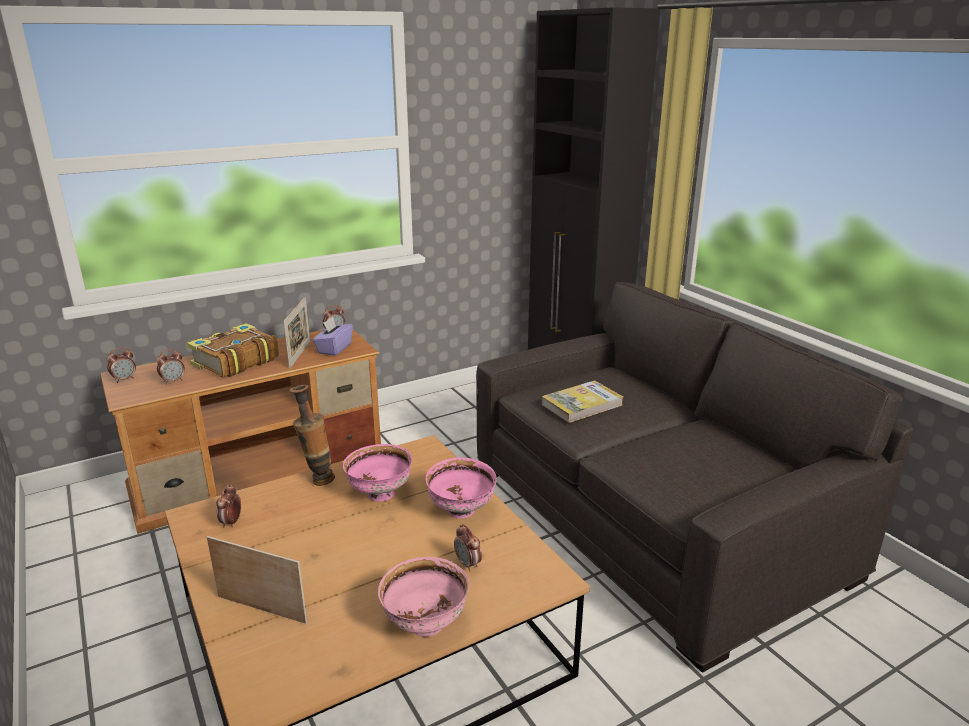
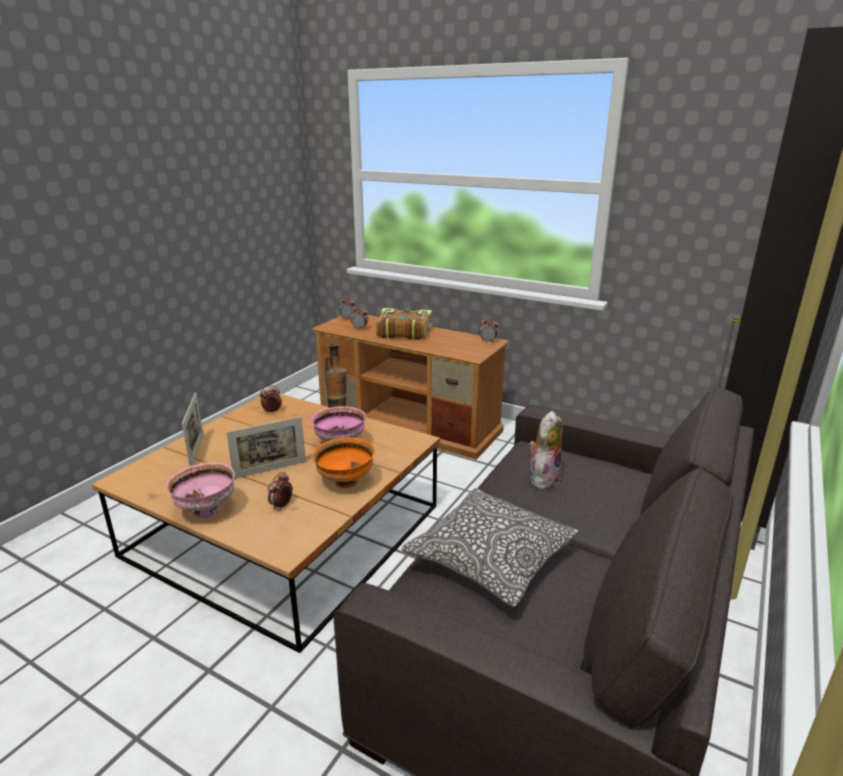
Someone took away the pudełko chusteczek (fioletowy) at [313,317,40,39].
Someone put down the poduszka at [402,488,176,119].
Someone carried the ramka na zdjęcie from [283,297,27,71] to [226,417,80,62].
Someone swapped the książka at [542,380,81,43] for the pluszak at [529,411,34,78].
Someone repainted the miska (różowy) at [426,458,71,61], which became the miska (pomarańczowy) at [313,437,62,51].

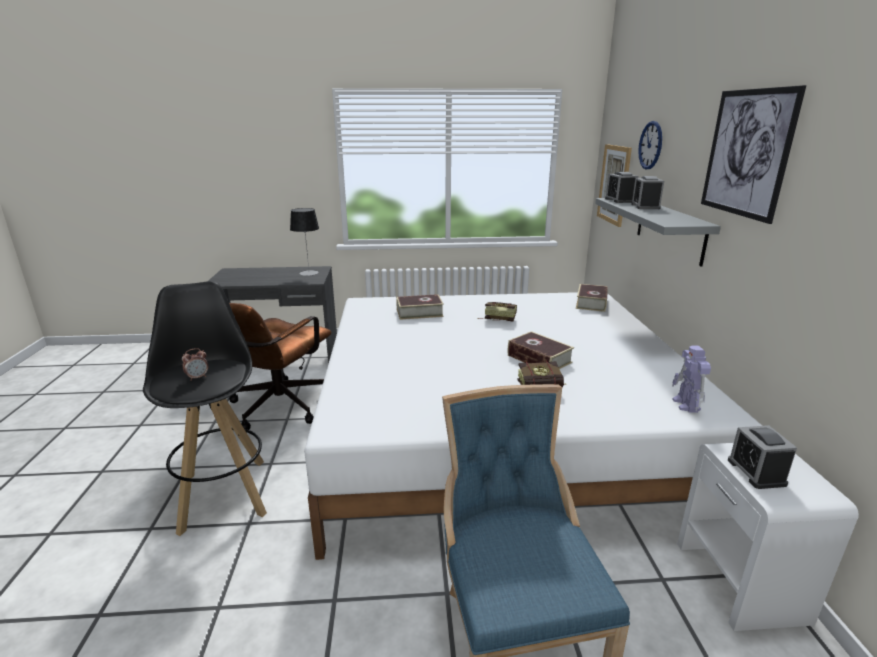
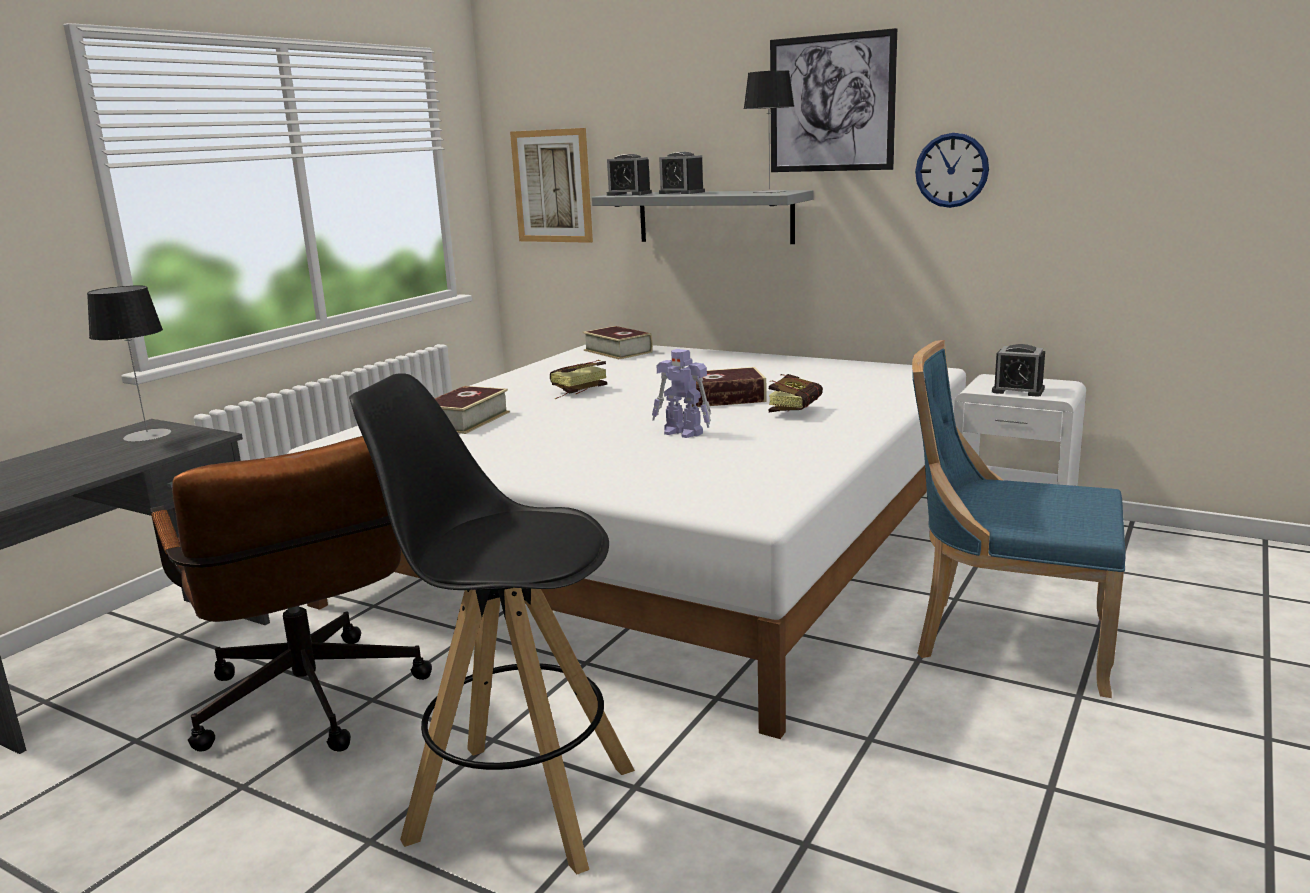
Someone took away the budzik at [182,348,26,33].
Someone put down the lampa stołowa at [744,70,51,123].
Someone carried the zegar ścienny from [638,121,24,48] to [915,133,74,75].
Someone carried the robot zabawkowy from [672,346,39,67] to [652,349,59,89].

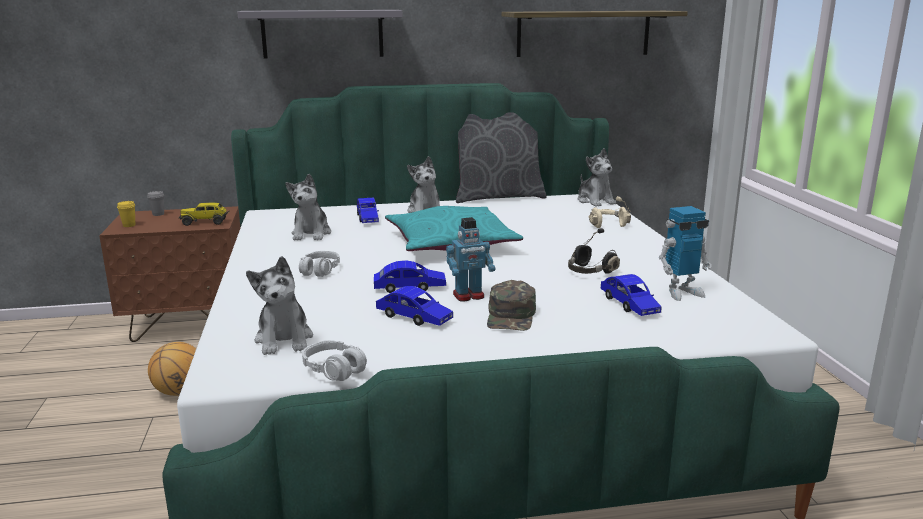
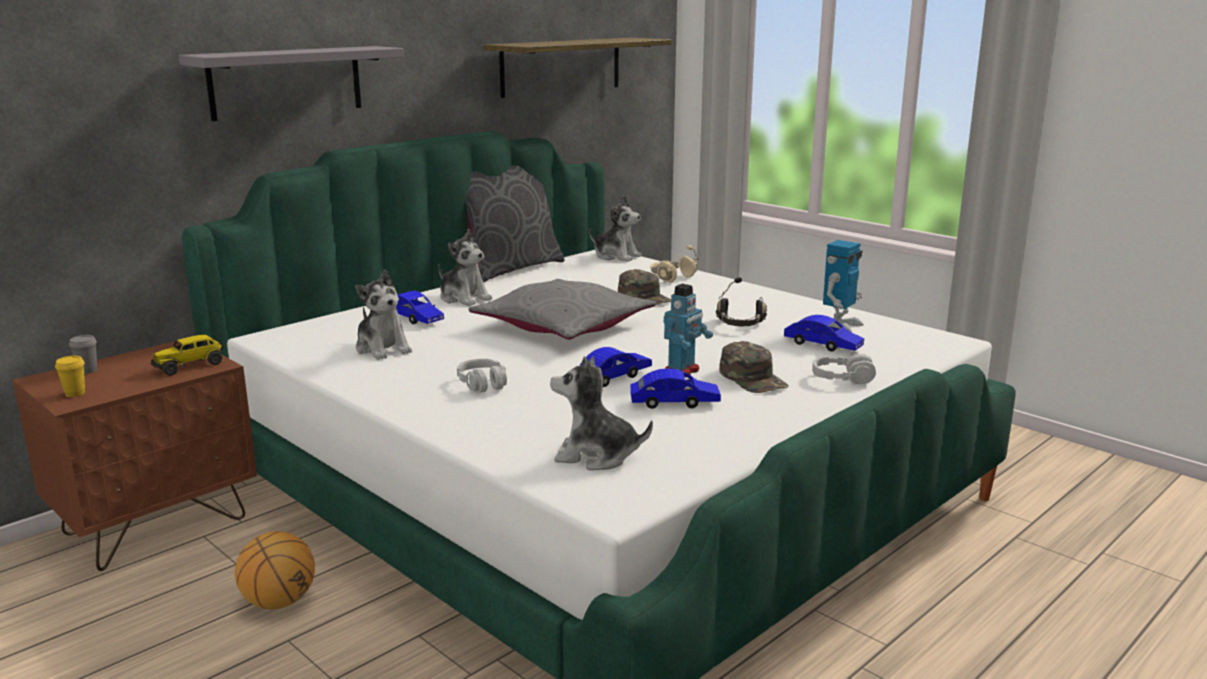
Someone put down the czapka z daszkiem (zielony) at [618,269,53,36].
Someone carried the słuchawki (szary) from [302,340,65,41] to [812,354,64,30].
Someone repainted the poduszka (turkusowy) at [385,206,138,45], which became the poduszka (szary) at [469,279,187,61].
Someone rotated the pluszak at [246,256,67,99] by 150 degrees clockwise.

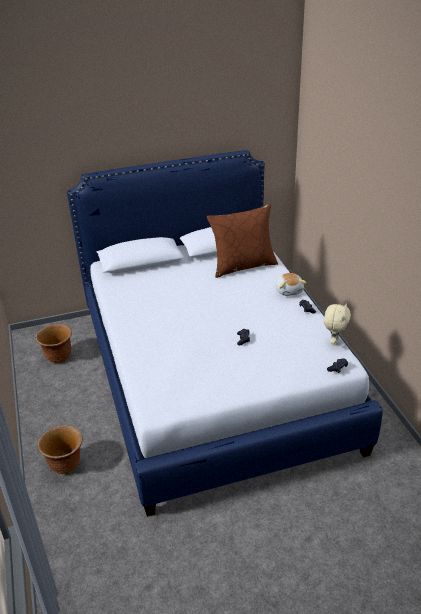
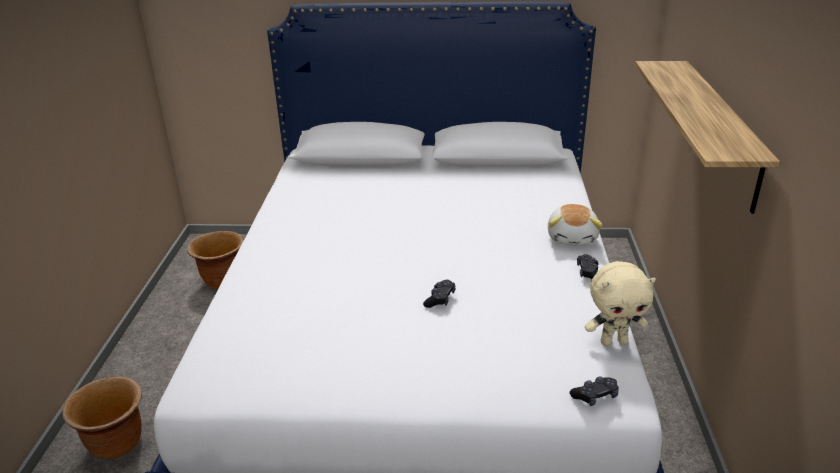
Someone took away the poduszka (brązowy) at [207,204,71,74].
Someone put up the półka at [635,61,145,153].
Someone rotated the pluszak (beżowy) at [324,303,27,42] by 45 degrees clockwise.

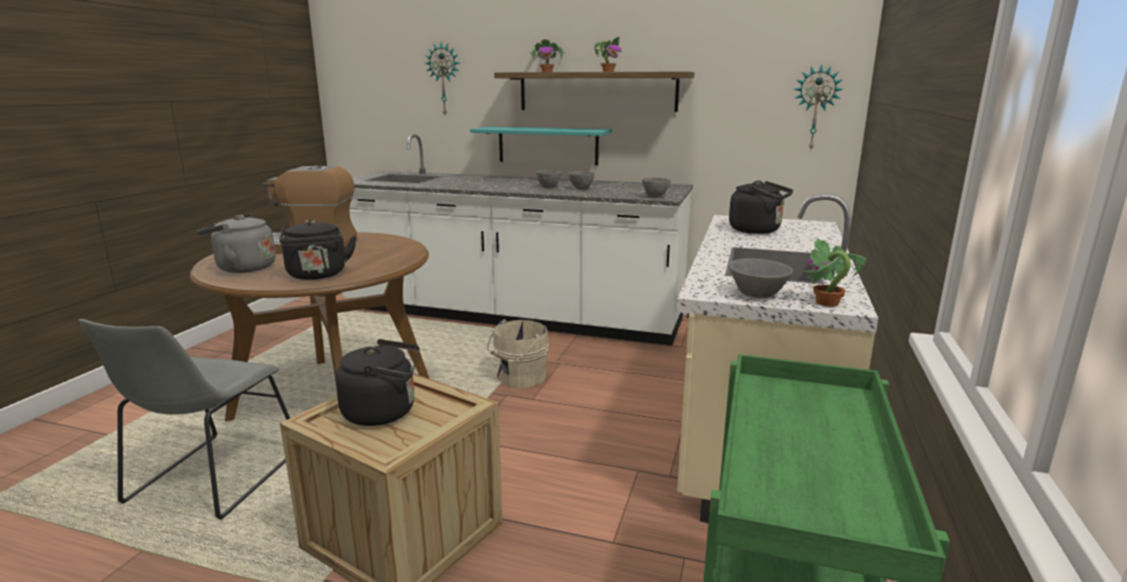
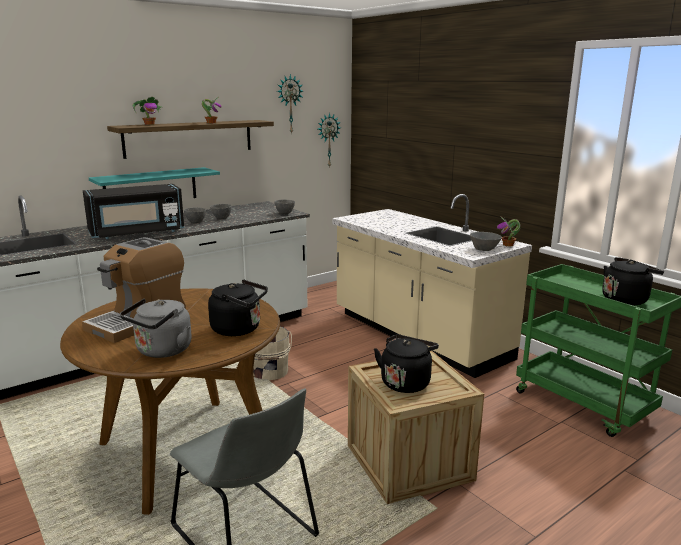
Someone put down the mikrofalówka (czarny) at [83,184,101,55].
Someone carried the zegar ścienny from [425,43,34,72] to [277,74,26,60].
Someone carried the czajnik (czarny) from [729,181,64,53] to [602,257,62,48].

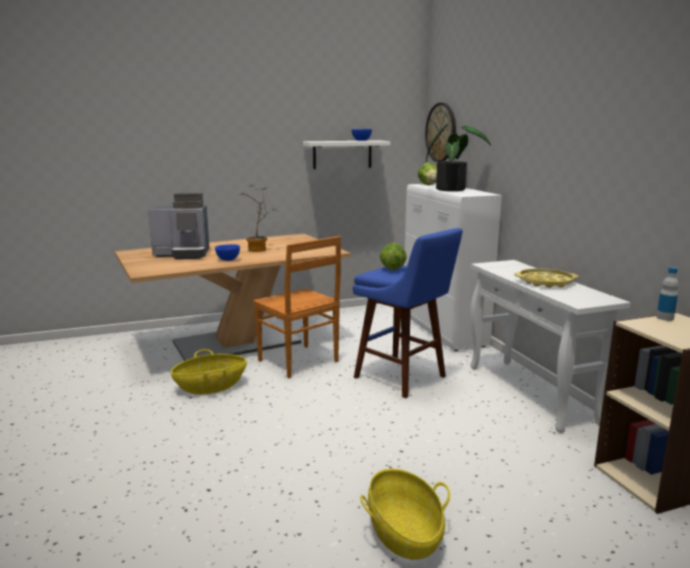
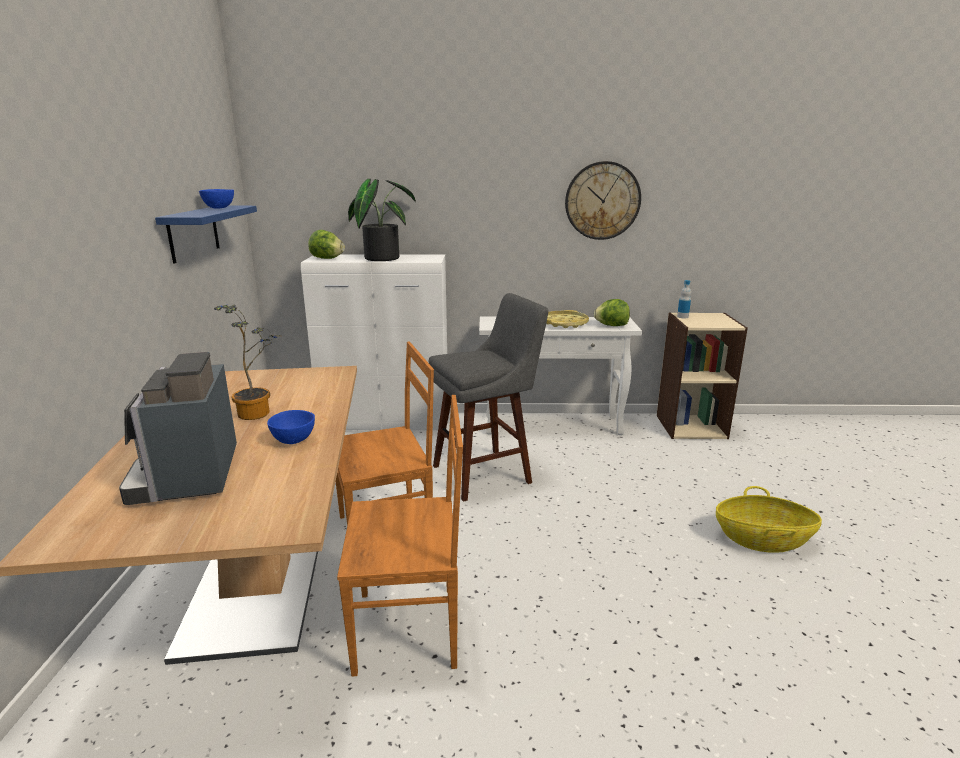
Someone carried the sałata from [380,242,27,28] to [594,299,36,27].
Someone carried the zegar ścienny from [425,103,31,59] to [565,161,76,79].
Someone swapped the koszyk at [171,349,76,46] for the krzesło (brązowy) at [337,395,126,282].
Someone repainted the półka (biały) at [303,141,87,28], which became the półka (niebieski) at [155,206,102,58].
Someone repainted the stołek (niebieski) at [353,228,110,170], which became the stołek (szary) at [429,293,120,209].
Someone rotated the ekspres do kawy at [148,193,61,66] by 150 degrees clockwise.

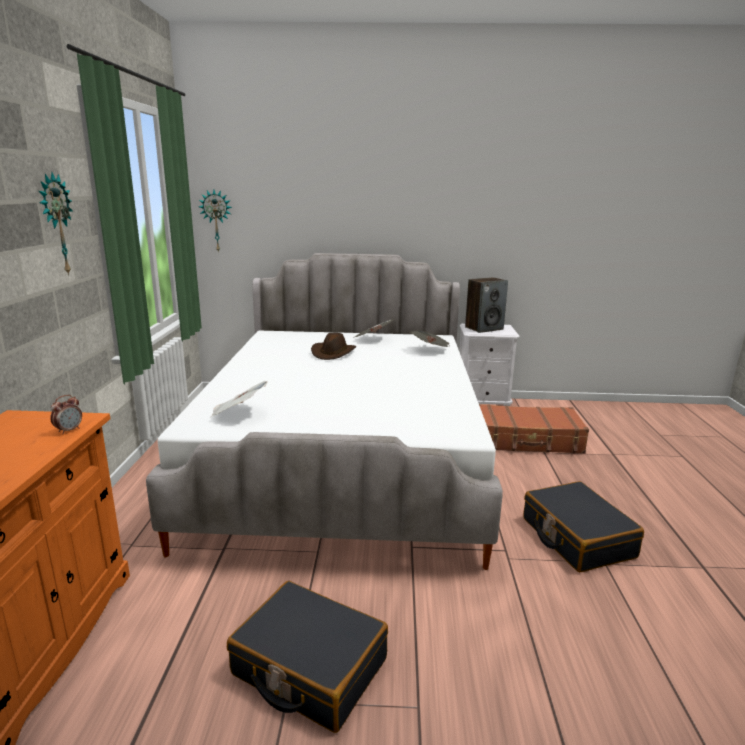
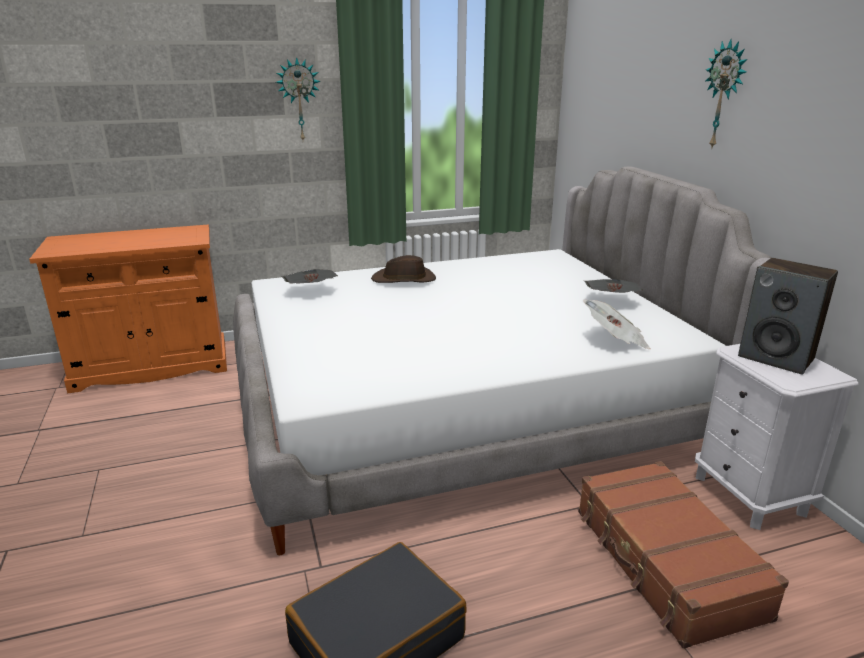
Someone took away the budzik at [50,395,32,39].
Someone took away the walizka (czarny) at [227,581,161,152].
Someone carried the zegar ścienny from [199,190,33,63] to [706,39,42,111].
Someone carried the kapelusz (brązowy) from [311,333,45,27] to [371,255,65,28].

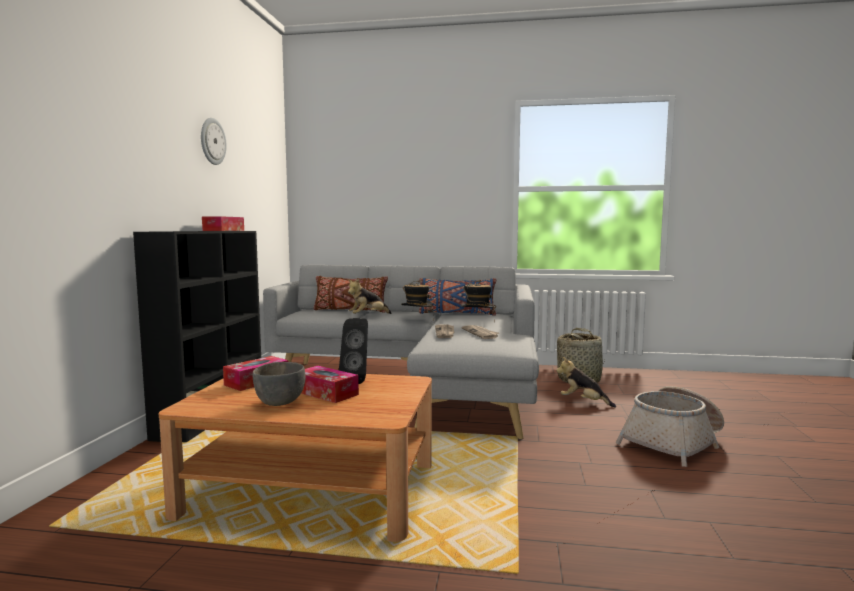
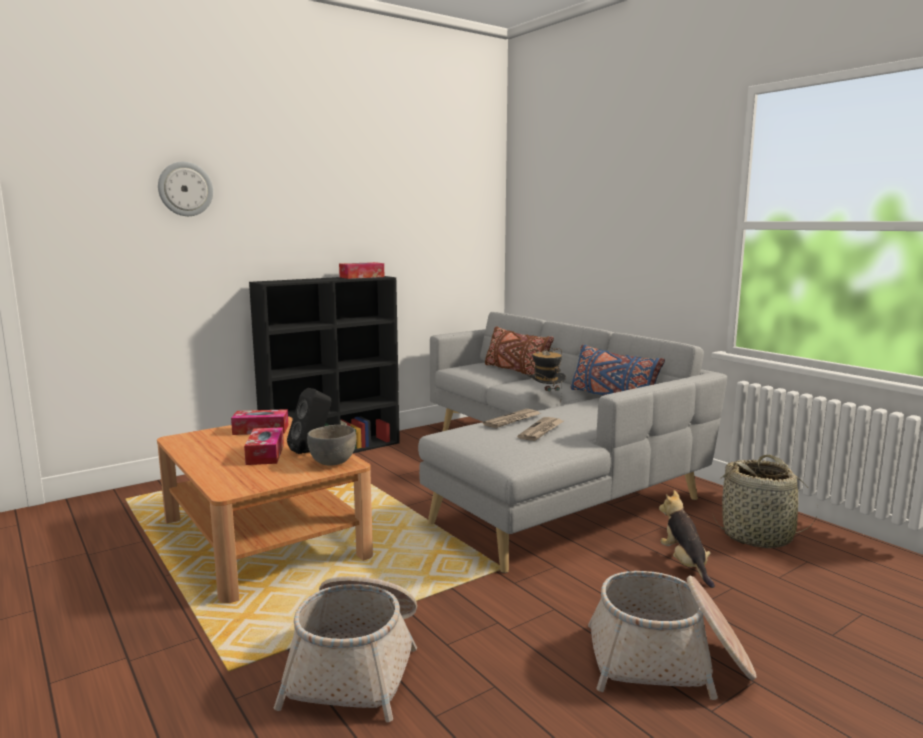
Someone took away the pluszak at [347,278,45,36].
Someone took away the kapelusz at [461,280,35,42].
Someone put down the koszyk at [274,576,143,146].
Someone carried the zegar ścienny from [201,118,26,47] to [158,162,55,54].
Someone carried the miska (szary) from [253,362,53,44] to [307,425,49,41].

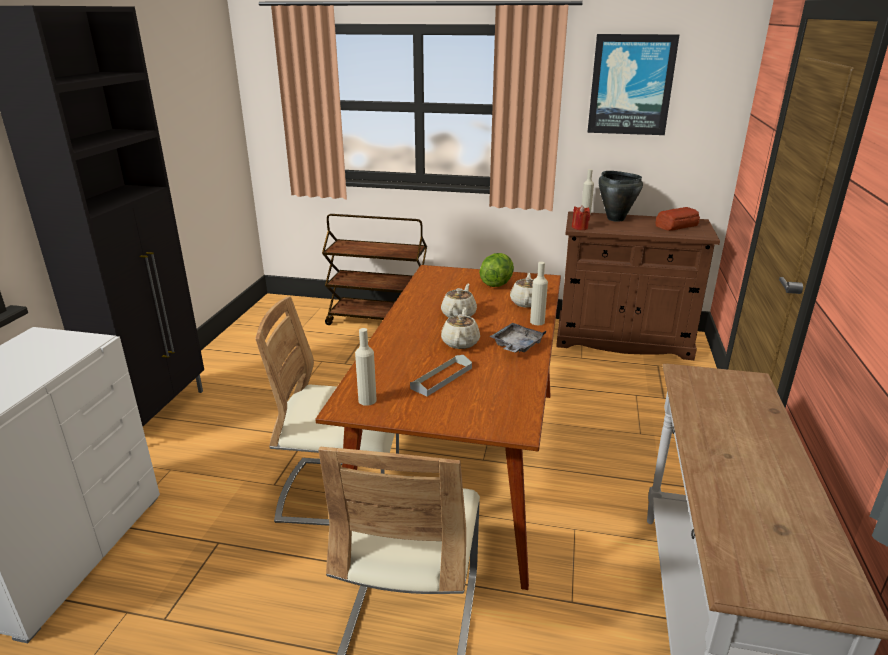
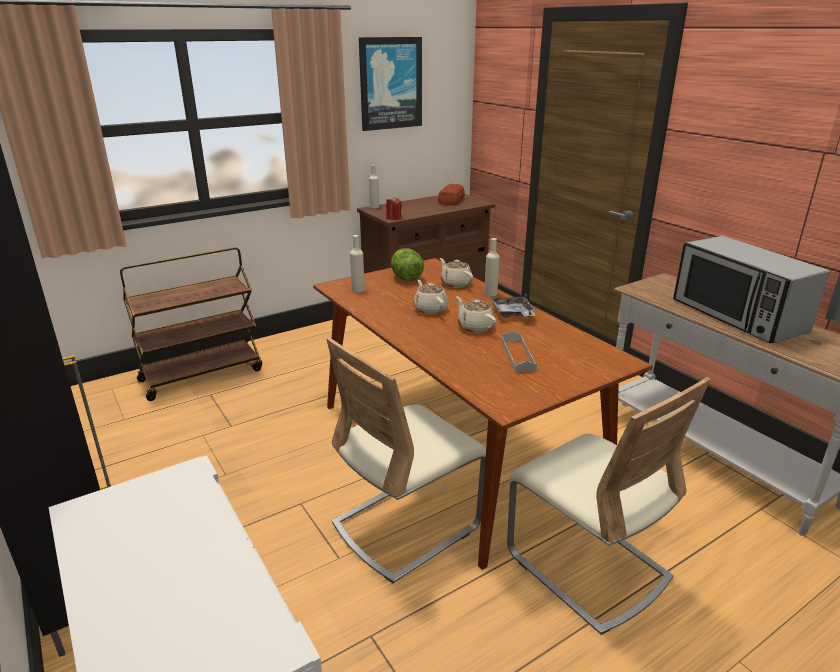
Someone took away the garnek (czarny) at [598,171,45,51].
Someone put down the mikrofalówka at [673,236,157,108].
Someone carried the butelka (beżowy) from [355,328,22,78] to [350,235,15,58].

